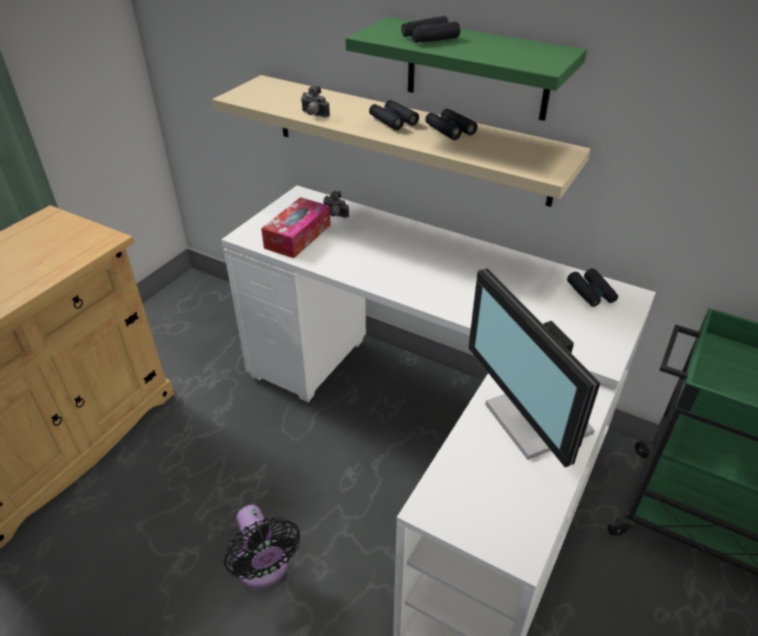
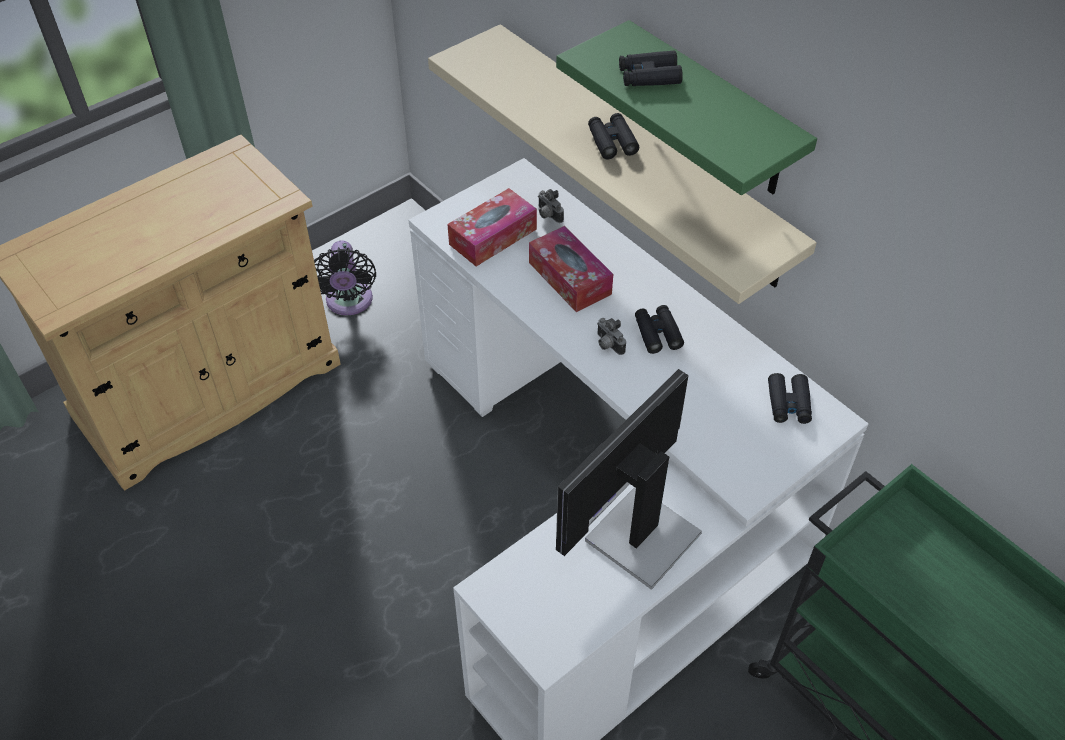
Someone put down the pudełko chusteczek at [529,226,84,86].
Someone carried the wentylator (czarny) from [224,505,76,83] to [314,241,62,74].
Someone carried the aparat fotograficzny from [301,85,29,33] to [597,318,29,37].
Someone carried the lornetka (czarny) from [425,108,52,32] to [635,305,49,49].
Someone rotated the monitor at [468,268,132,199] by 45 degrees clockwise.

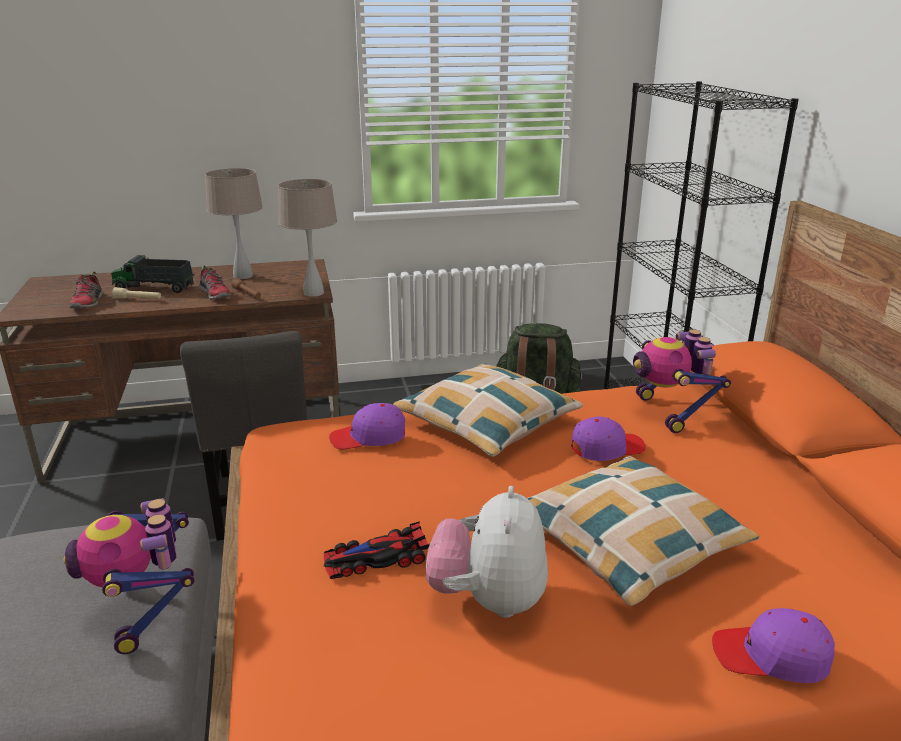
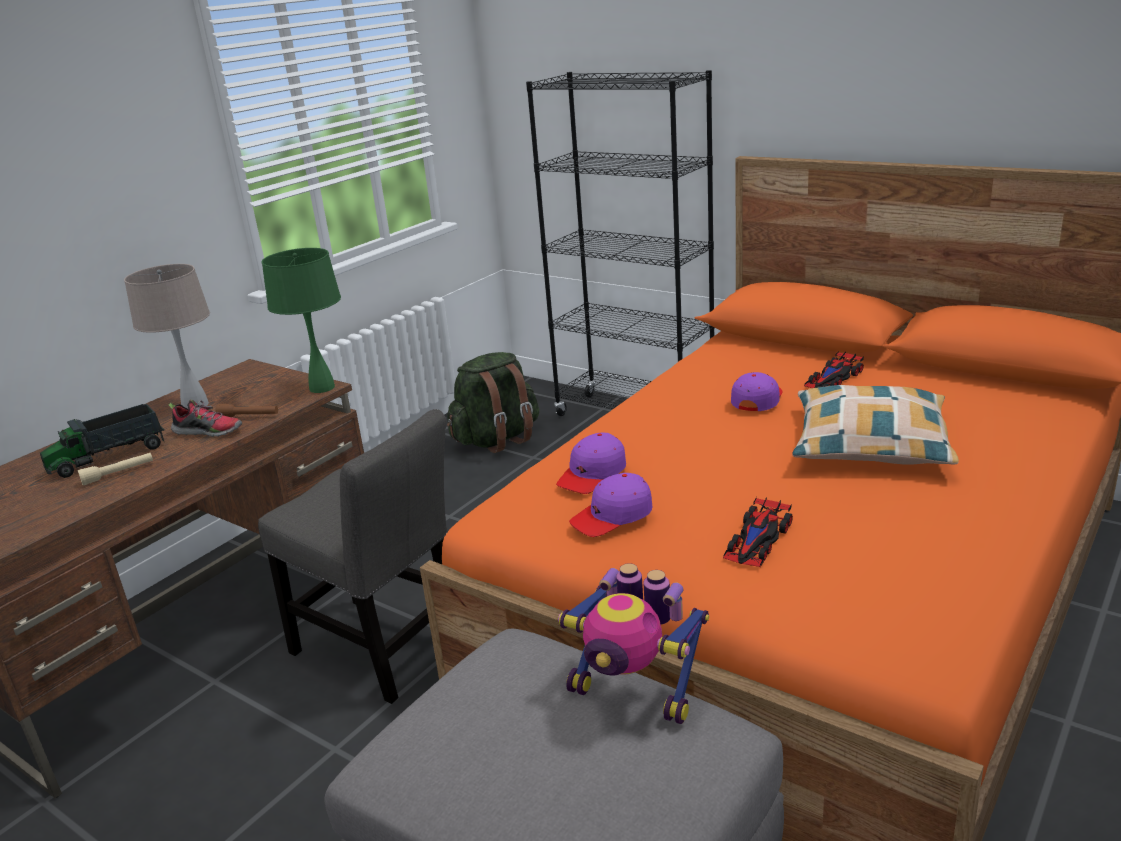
Someone took away the but at [70,272,33,36].
Someone took away the poduszka at [393,363,190,94].
Someone took away the pluszak at [426,486,122,132].
Someone took away the robot zabawkowy at [633,330,98,103].
Someone put down the samochodzik at [804,351,60,37].
Someone carried the czapka z daszkiem (fioletowy) from [712,608,123,75] to [569,473,84,64].
Someone repainted the lampa stołowa (beżowy) at [278,179,59,118], which became the lampa stołowa (zielony) at [261,248,80,145].

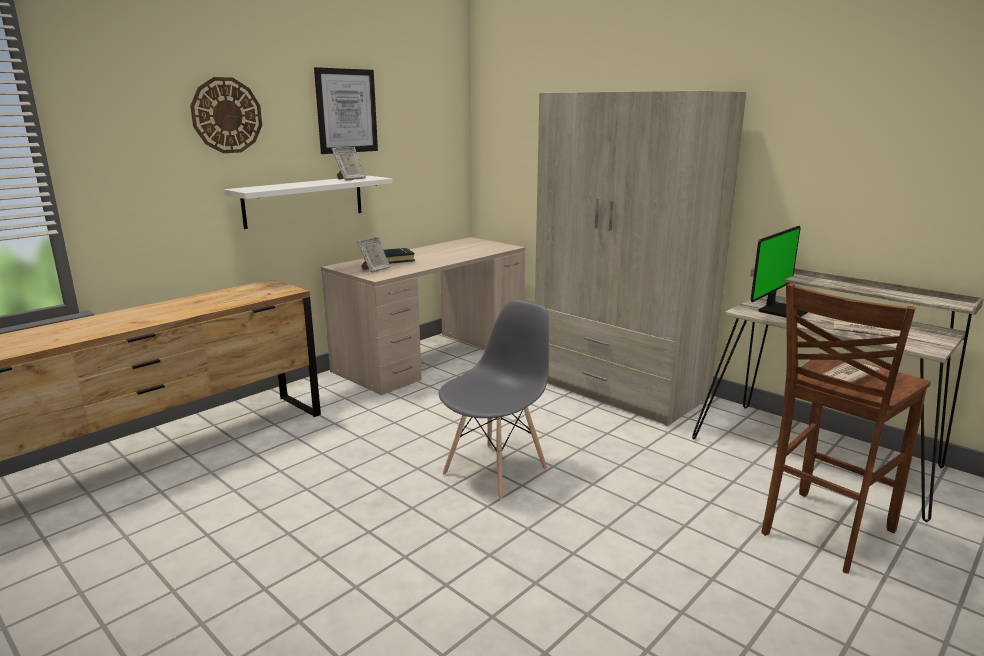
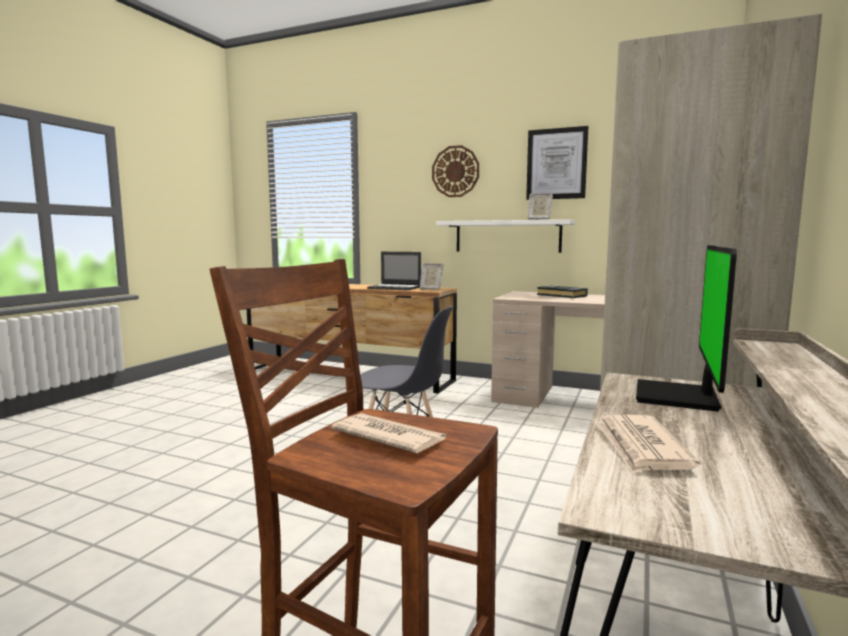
Someone put down the laptop at [367,252,54,38].
Someone carried the ramka na zdjęcie from [357,237,33,36] to [420,263,24,27].
Someone rotated the monitor at [751,226,57,91] by 90 degrees clockwise.

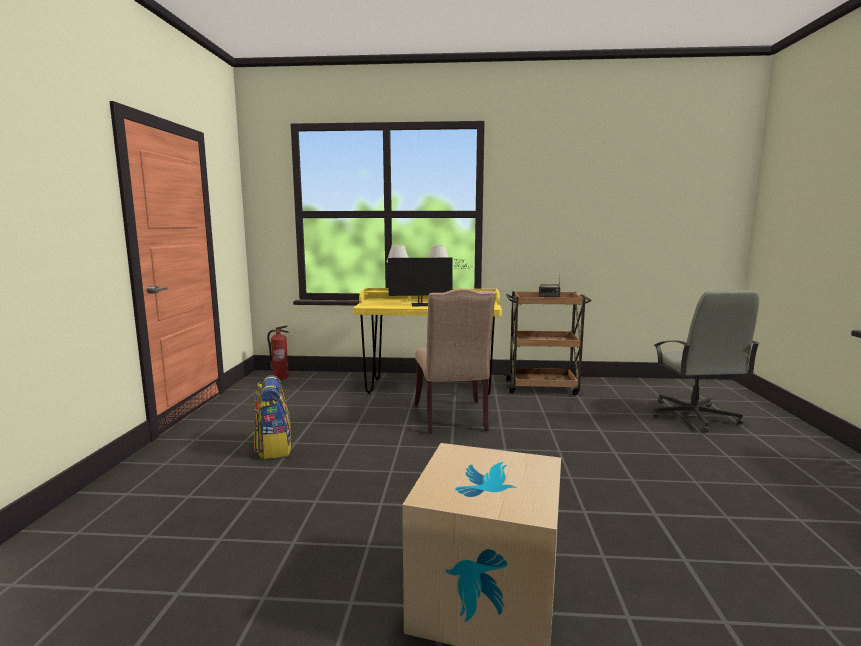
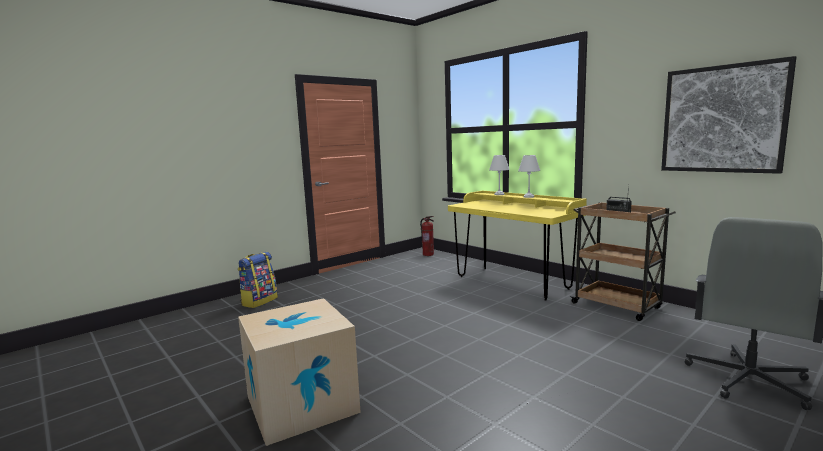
Someone took away the monitor at [388,258,82,48].
Someone took away the krzesło (beżowy) at [415,288,80,146].
Someone put up the obraz at [661,56,135,118].
Someone carried the plecak from [254,375,37,84] to [238,252,40,56].

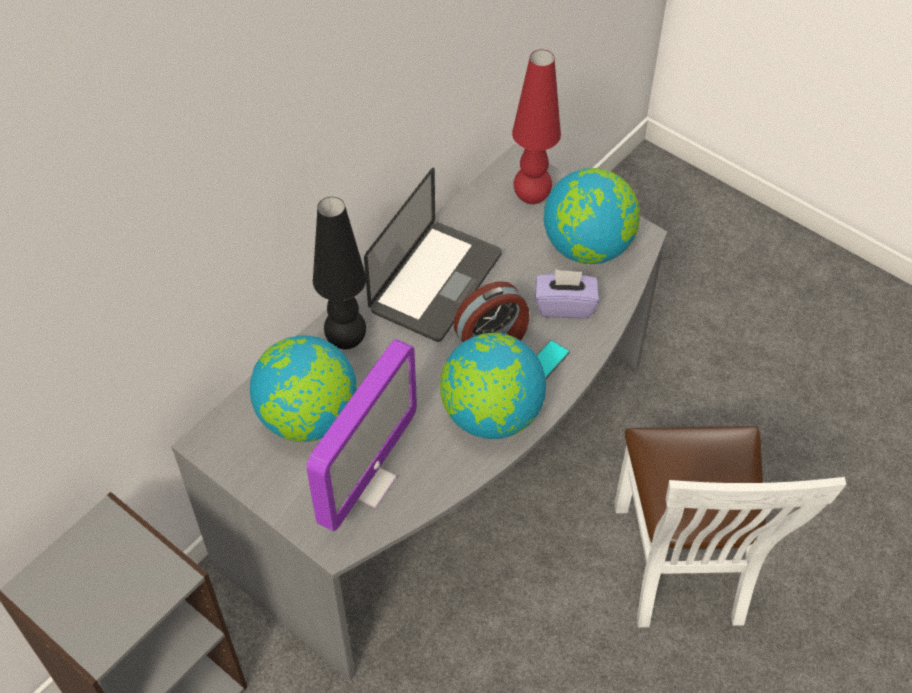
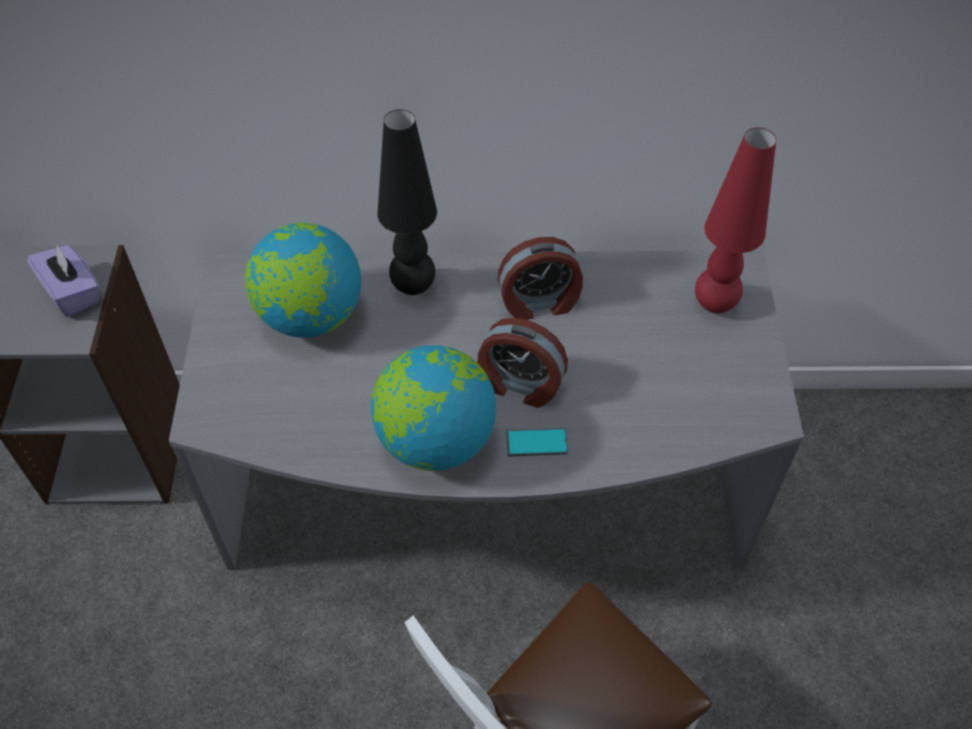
Someone took away the monitor at [306,339,111,192].
Someone took away the globus at [544,168,96,96].
Someone carried the pudełko chusteczek (fioletowy) from [535,269,64,50] to [27,245,72,72].
Someone swapped the laptop at [364,168,138,174] for the budzik at [498,237,85,83].

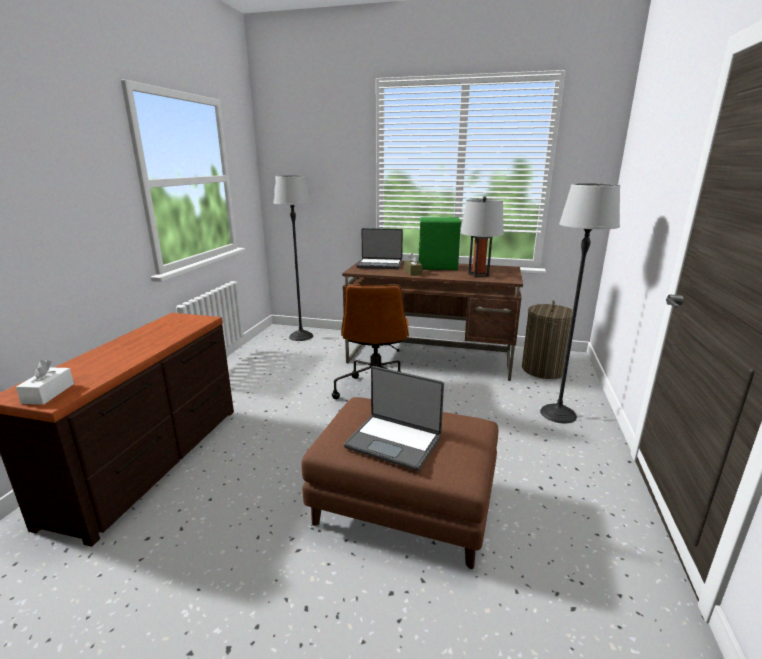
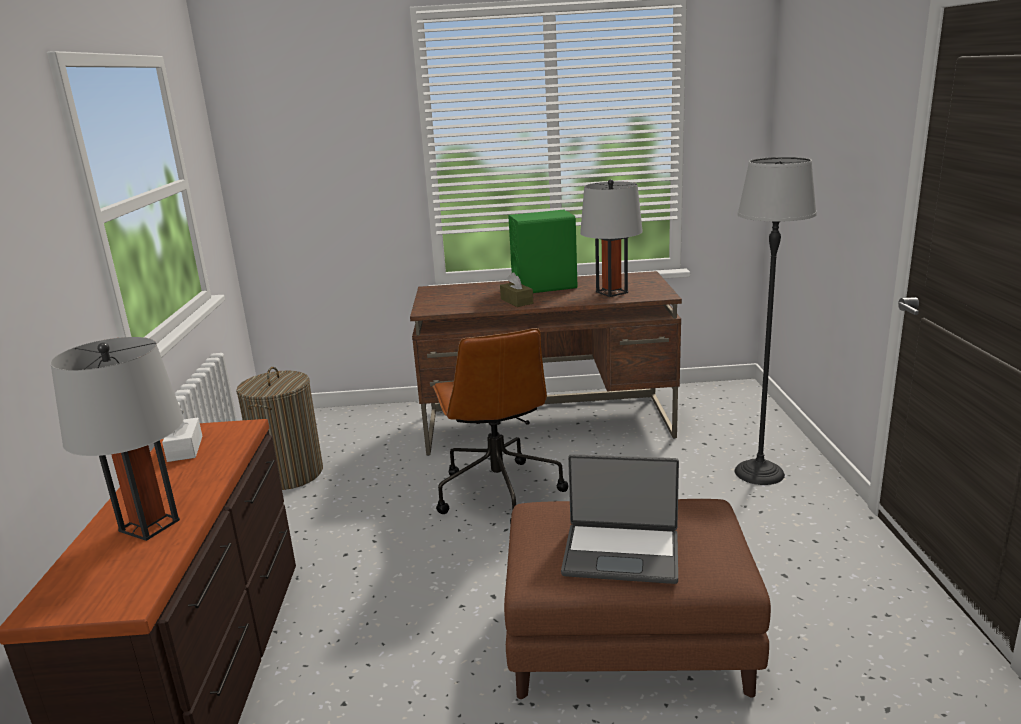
Someone took away the lampa stojąca at [273,175,40,166].
Someone took away the laptop at [356,228,47,41].
Someone put down the lampa stołowa (szary) at [50,337,134,204].
Someone carried the pudełko chusteczek (biały) from [16,360,58,45] to [162,410,40,52].
Someone carried the kosz na pranie from [522,300,51,79] to [236,367,87,123].

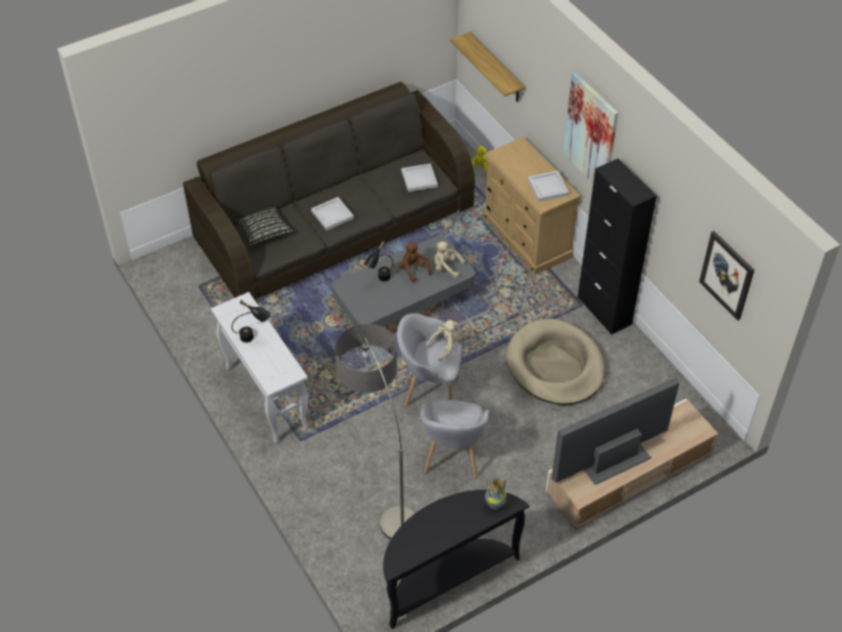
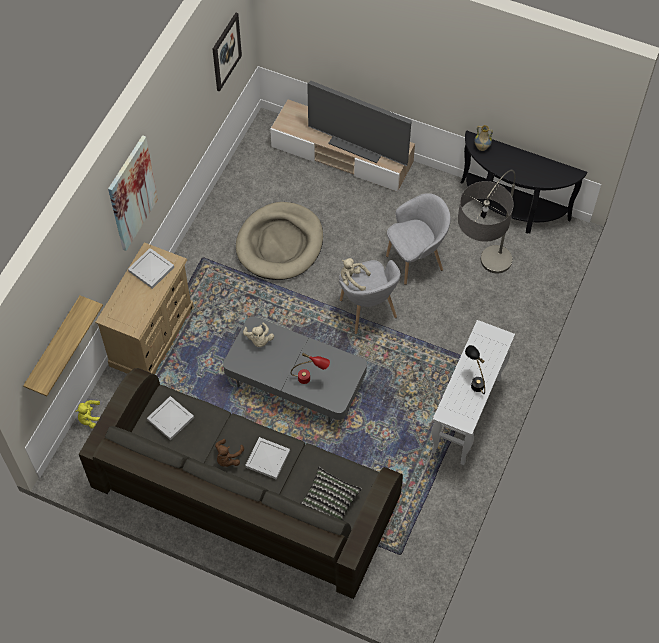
Someone took away the szafka (czarny) at [577,158,80,177].
Someone carried the pluszak (brązowy) from [398,242,34,41] to [215,439,29,28].
Someone repainted the lampa stołowa (czarny) at [364,241,29,40], which became the lampa stołowa (czerwony) at [291,353,39,31].

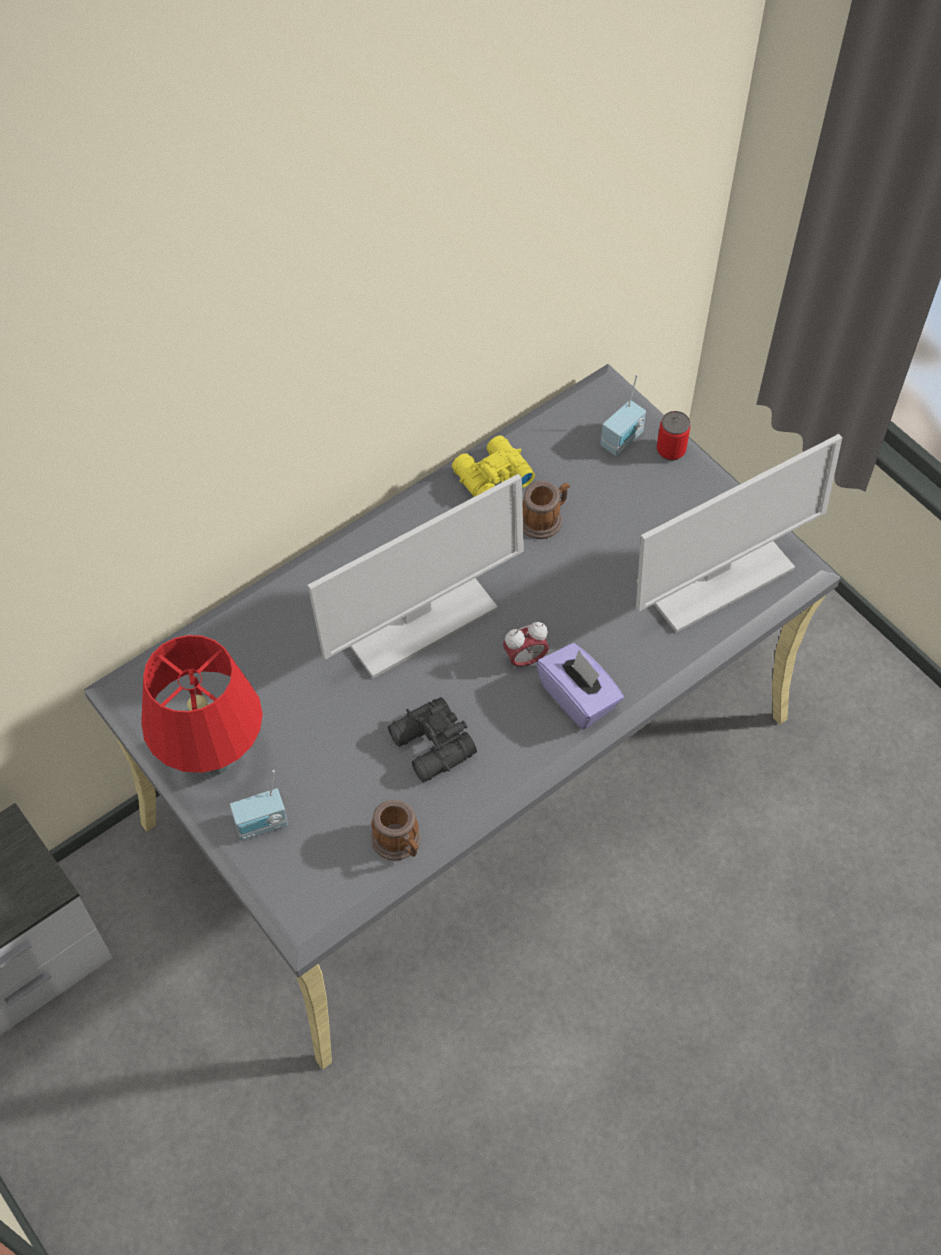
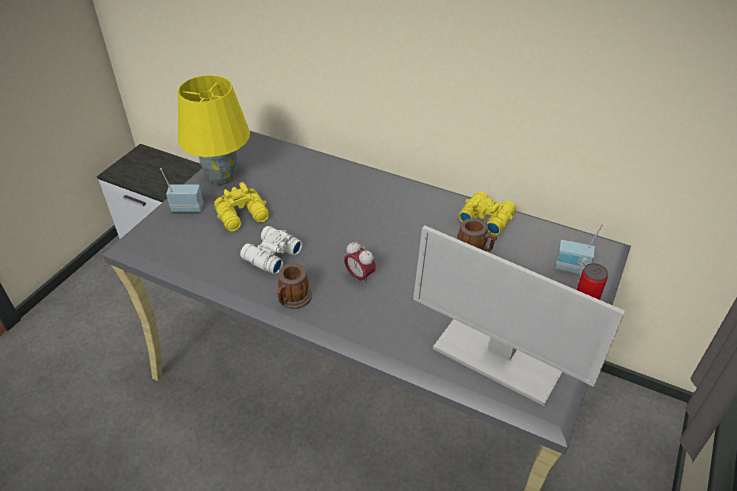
Someone took away the monitor at [308,474,216,204].
Someone took away the pudełko chusteczek (fioletowy) at [536,643,88,86].
Someone put down the lornetka (żółty) at [214,182,55,50].
Someone carried the kubek from [371,800,50,61] to [277,263,35,46].
Someone repainted the lampa stołowa (czerwony) at [141,635,122,141], which became the lampa stołowa (żółty) at [178,75,72,110].
Someone repainted the lornetka (czarny) at [388,697,89,85], which became the lornetka (biały) at [240,226,63,48].
Someone rotated the radio at [230,770,58,71] by 135 degrees clockwise.

